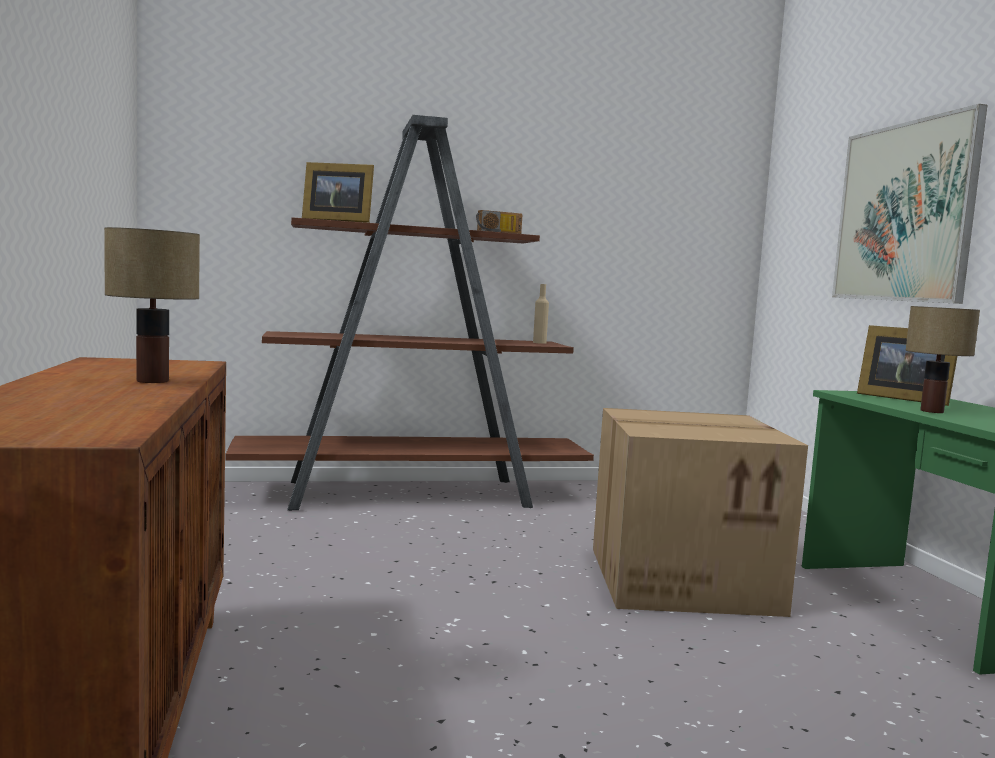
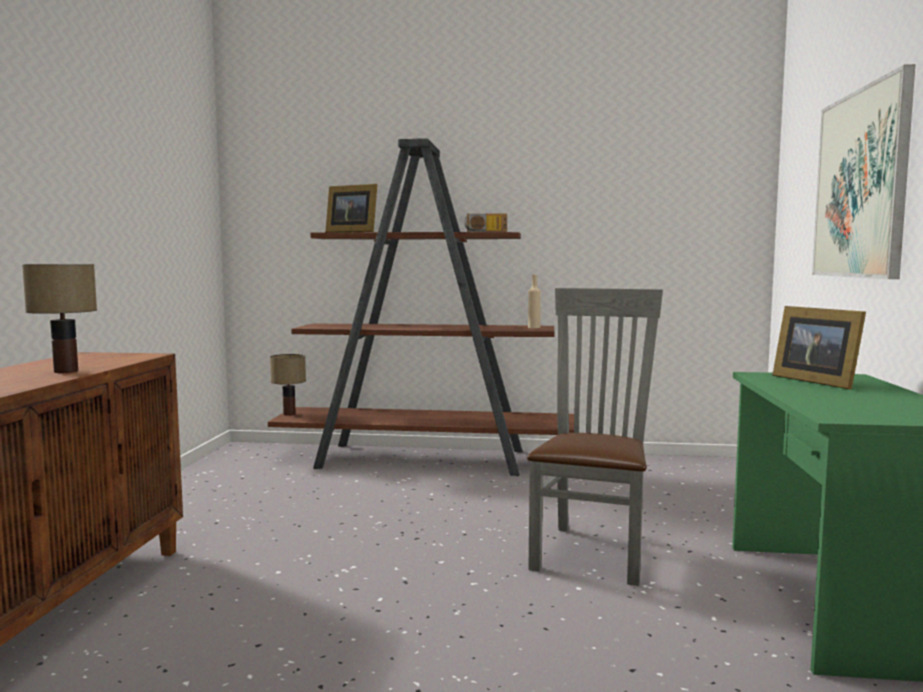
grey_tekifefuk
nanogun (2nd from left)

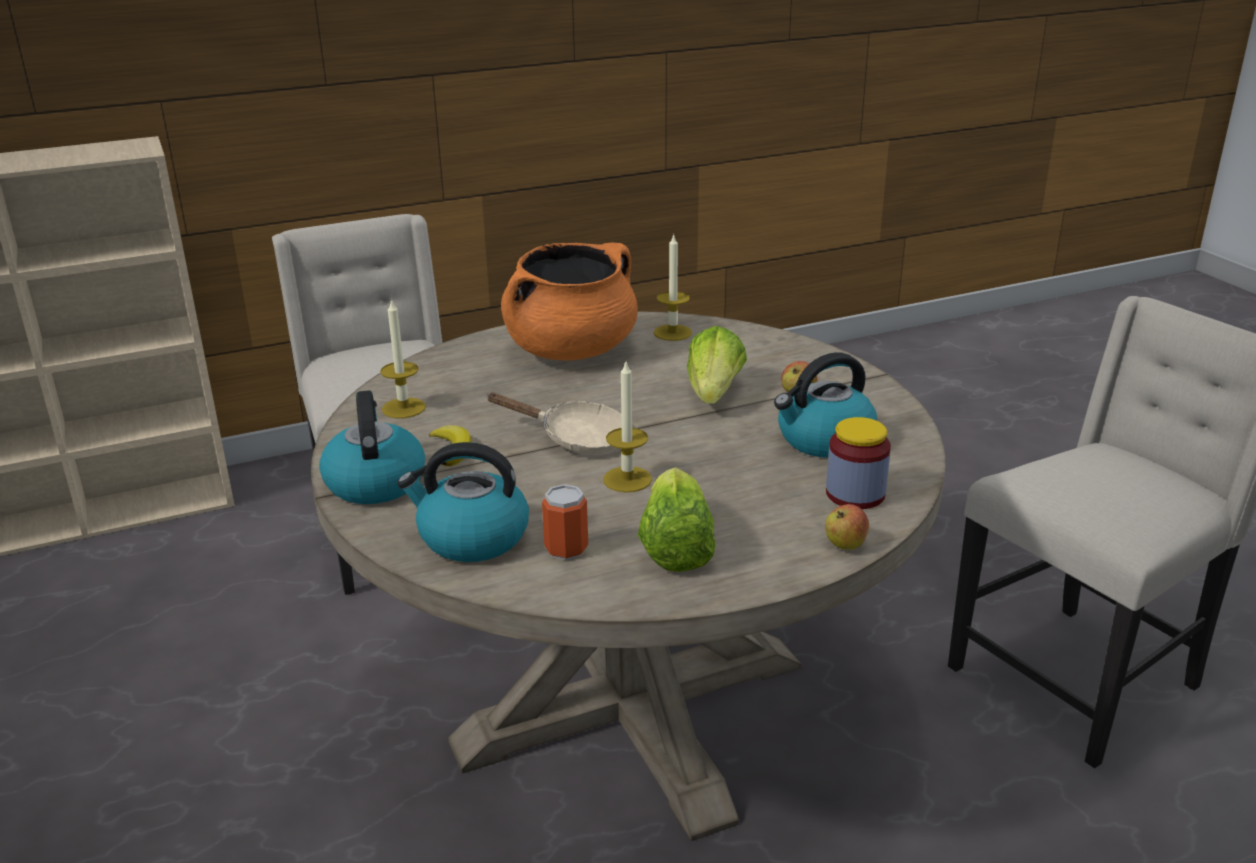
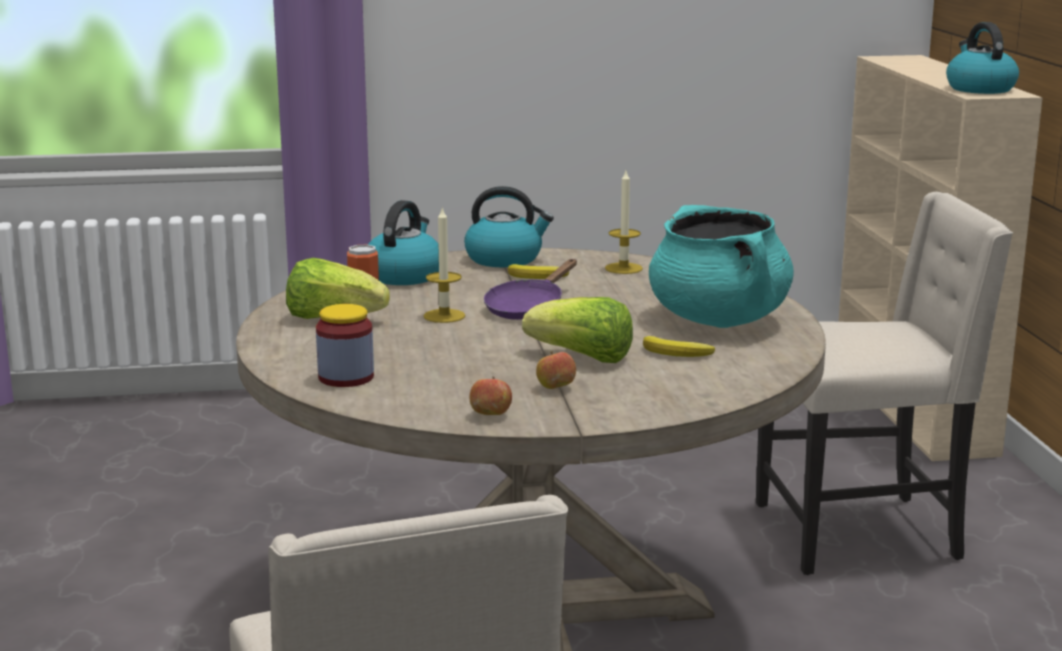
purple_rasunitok
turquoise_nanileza
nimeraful (3rd from left in the first image)
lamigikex (3rd from left)
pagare (1st from left)
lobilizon (2nd from left)

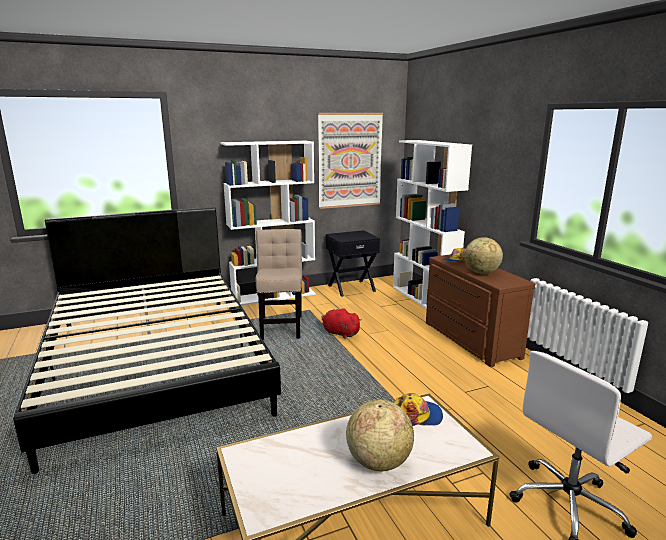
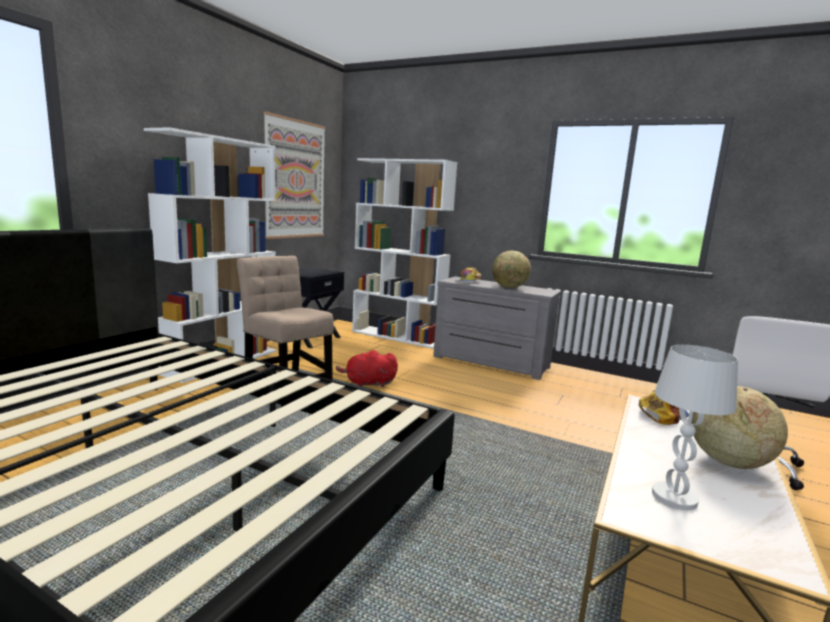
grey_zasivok
white_nanogun

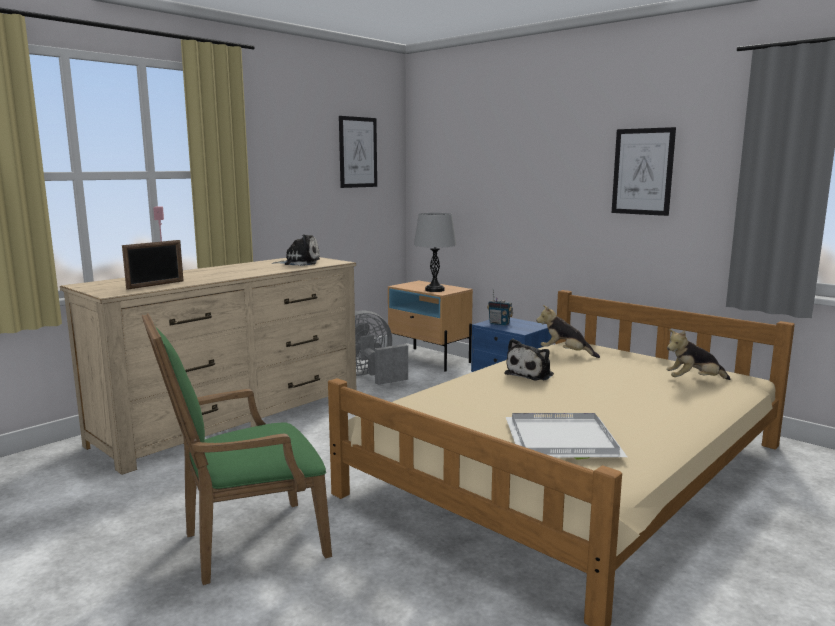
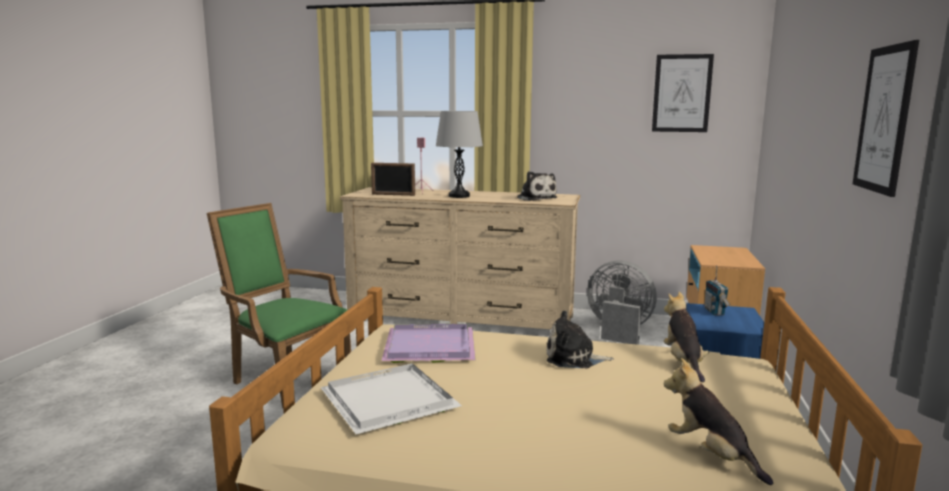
grey_nanogun
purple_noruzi

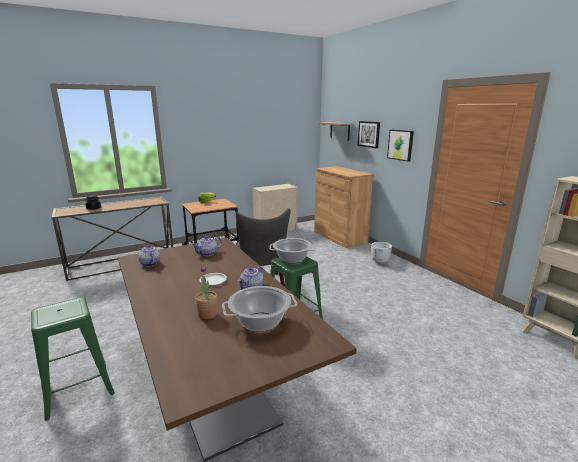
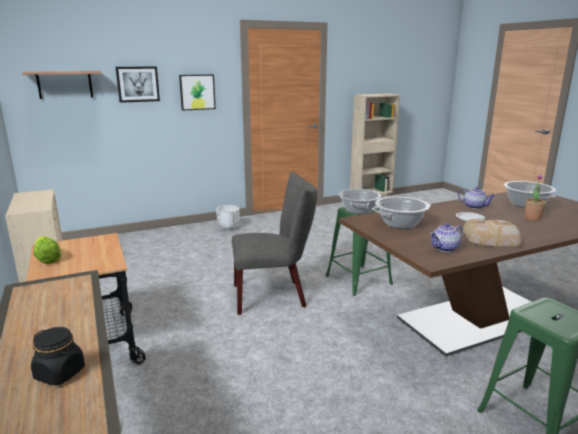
nanileza (2nd from left)
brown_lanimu
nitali

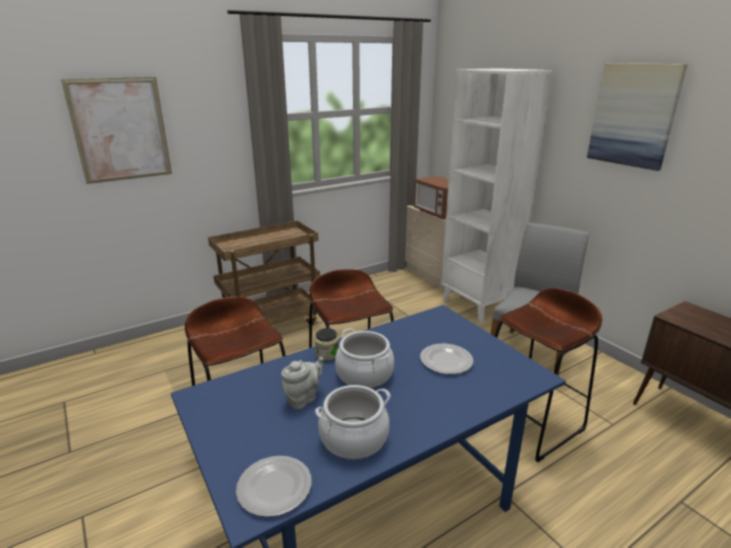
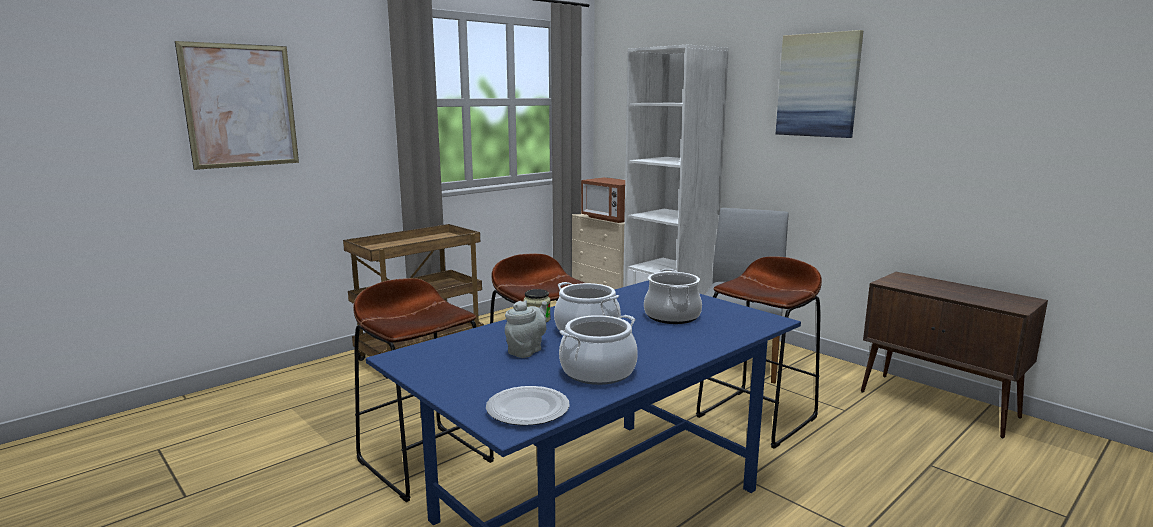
nanileza (3rd from left)

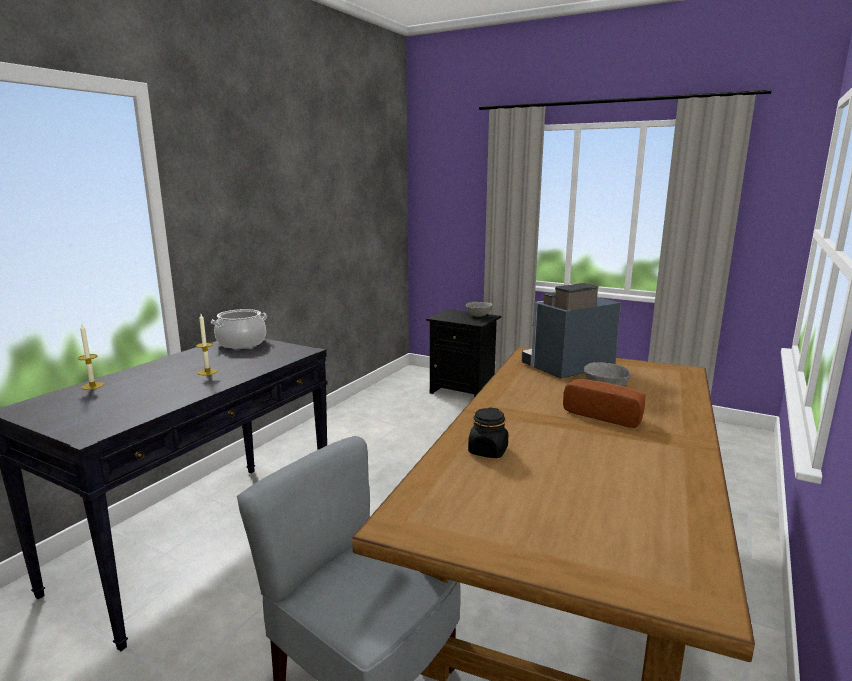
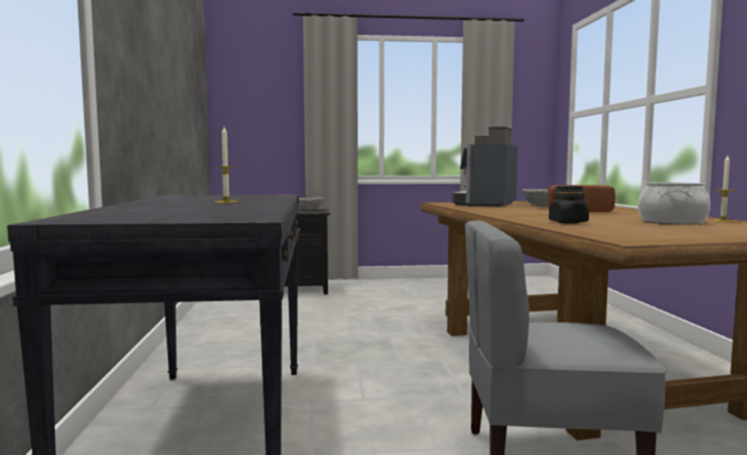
nimeraful (2nd from left)
nanileza

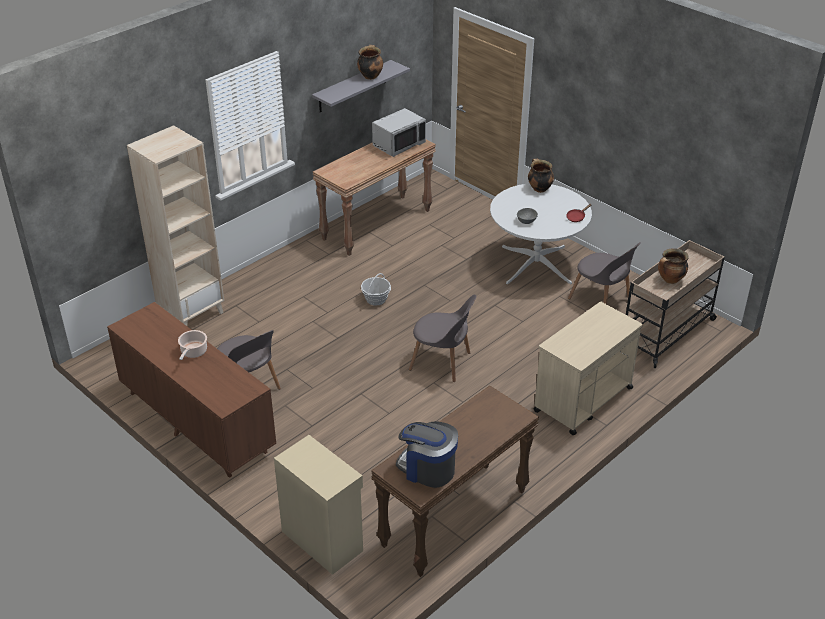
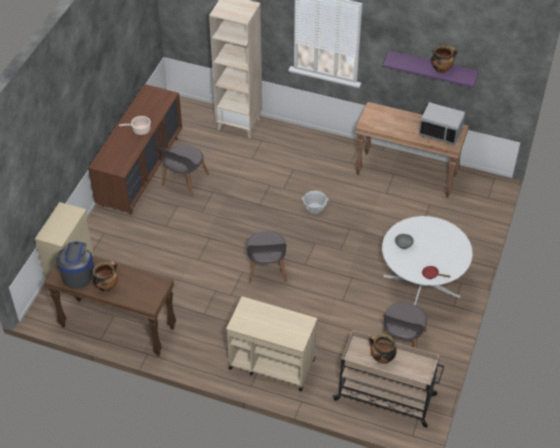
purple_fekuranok
nanileza (1st from left)

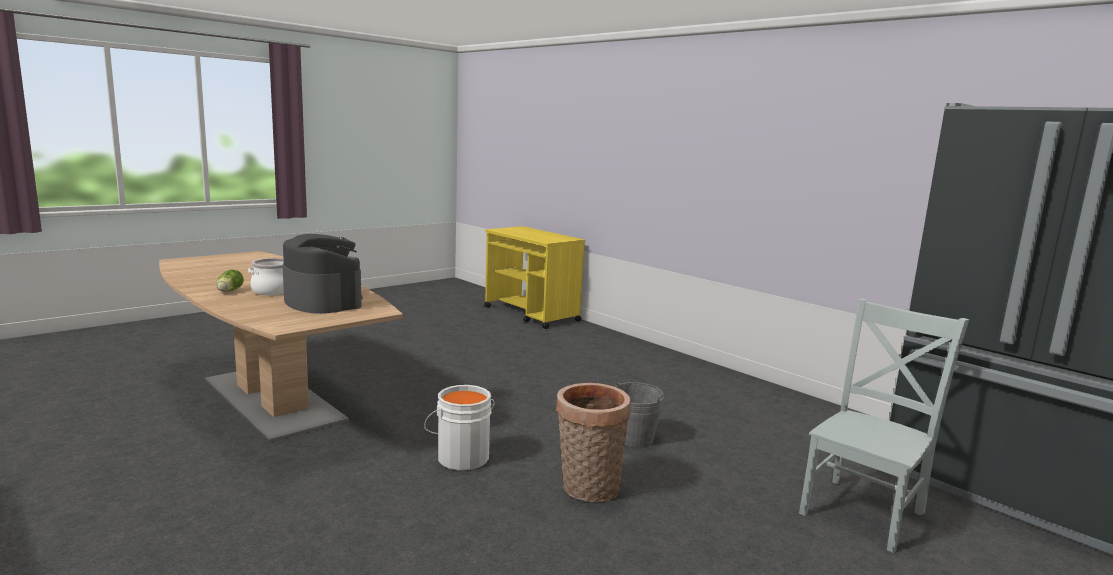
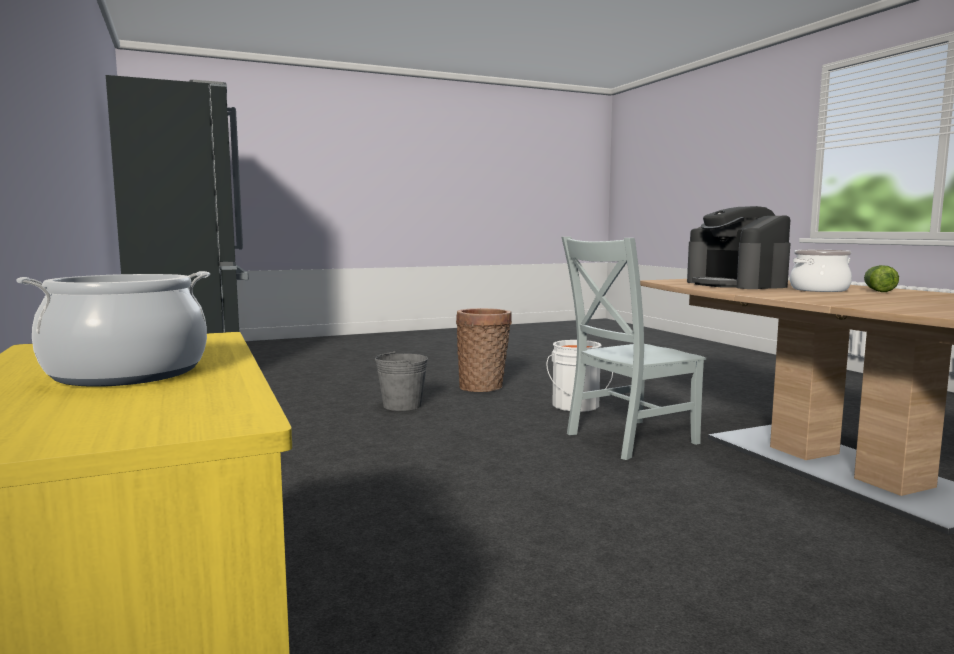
grey_tekifefuk
nanileza (1st from left)

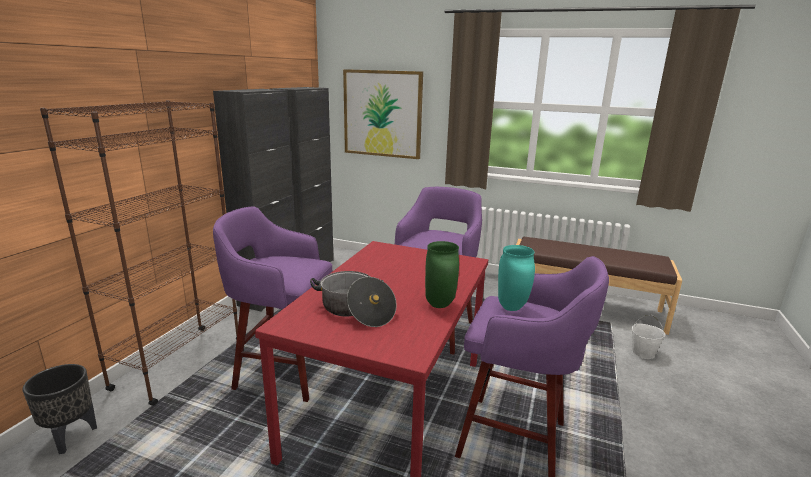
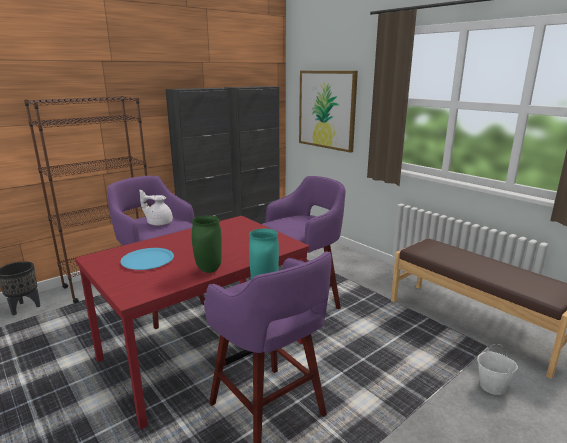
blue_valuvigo
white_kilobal

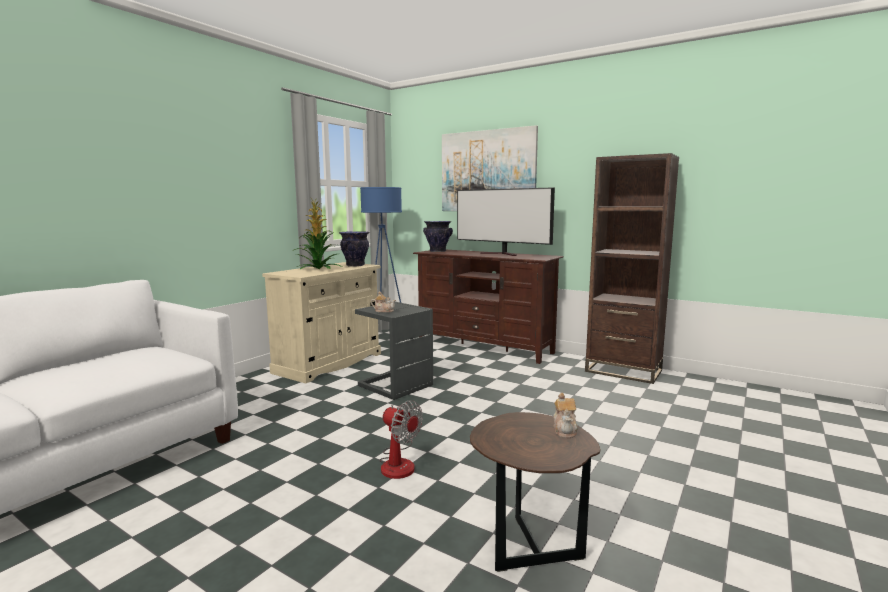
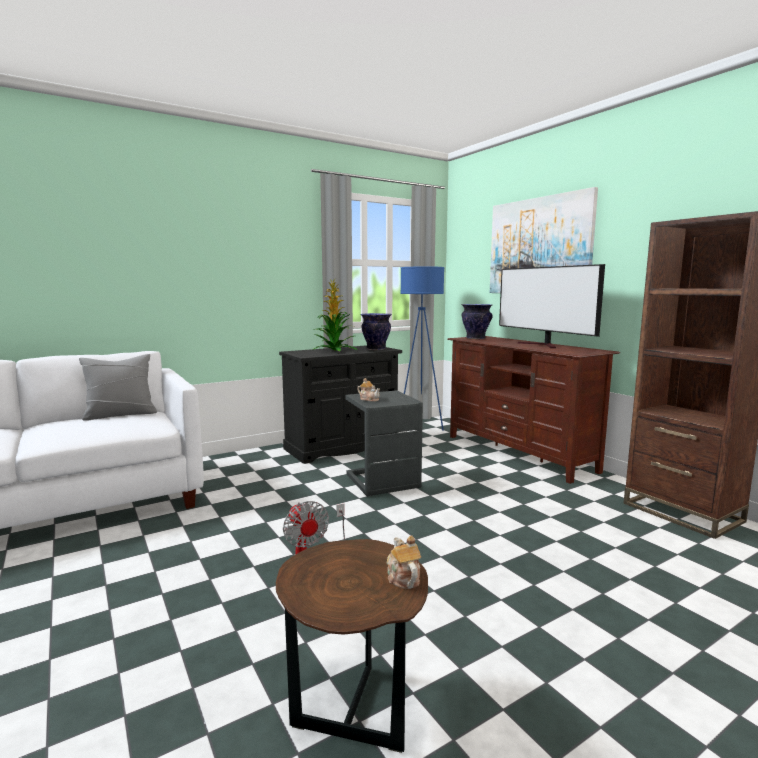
black_lanimu
kilobal (2nd from left)
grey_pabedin

